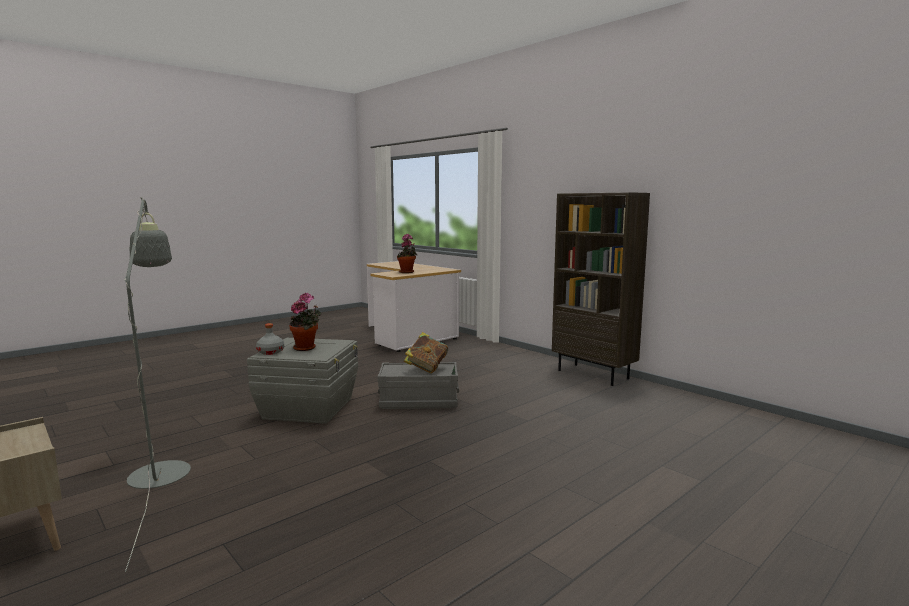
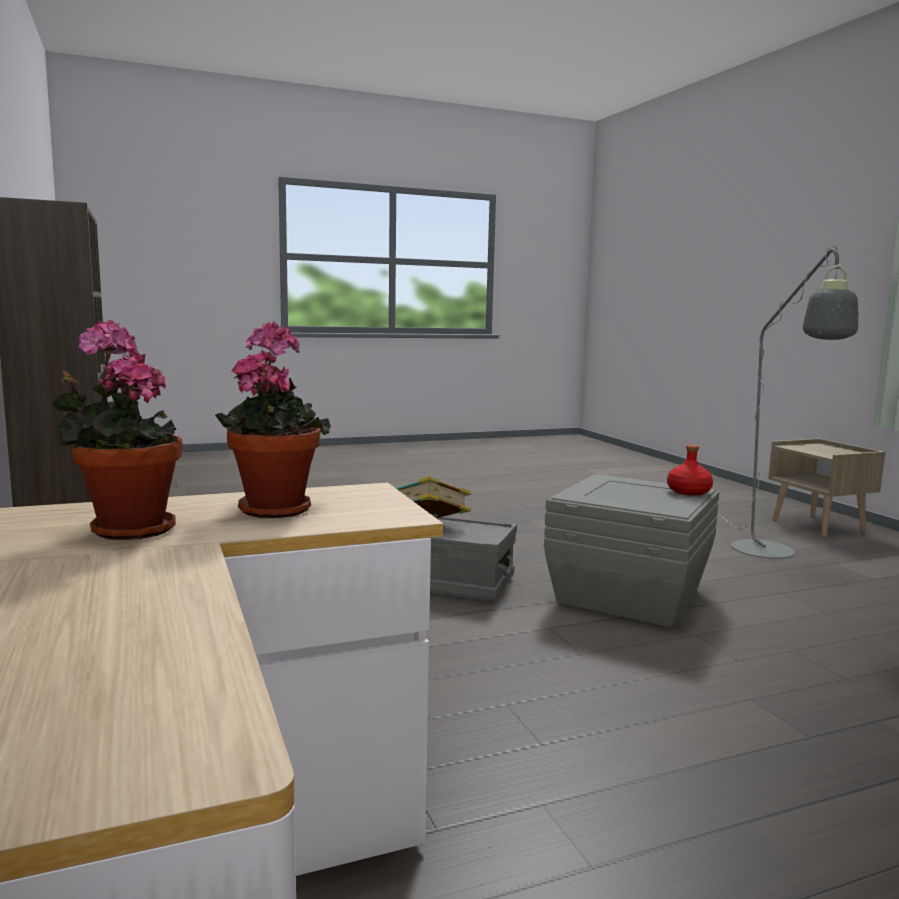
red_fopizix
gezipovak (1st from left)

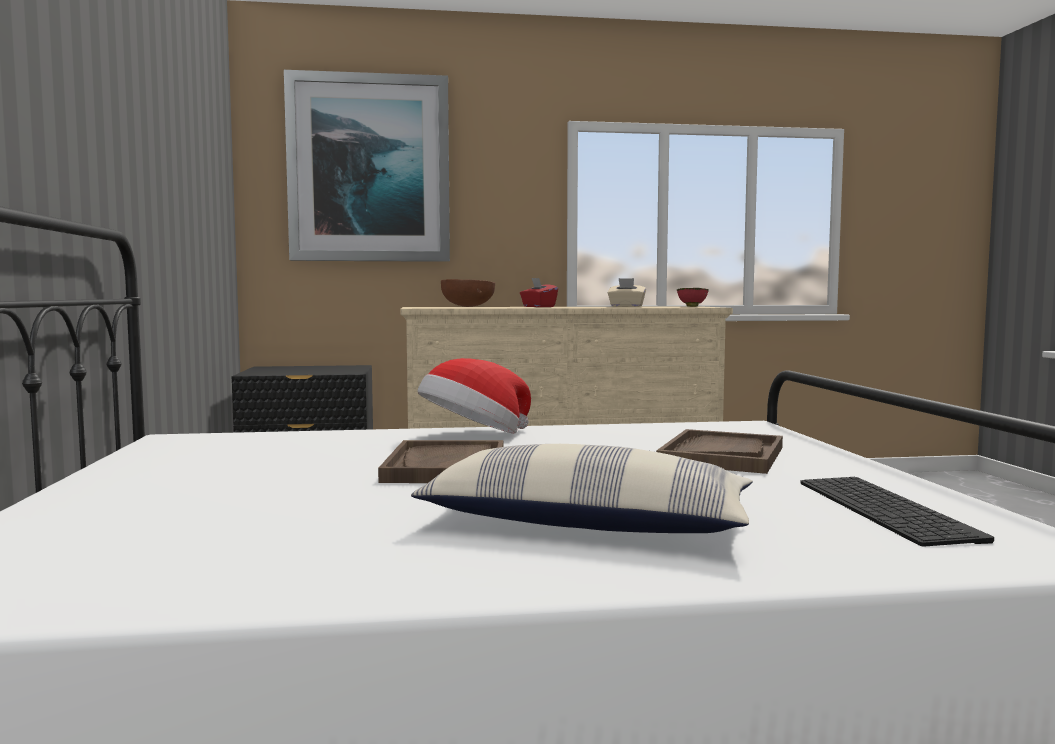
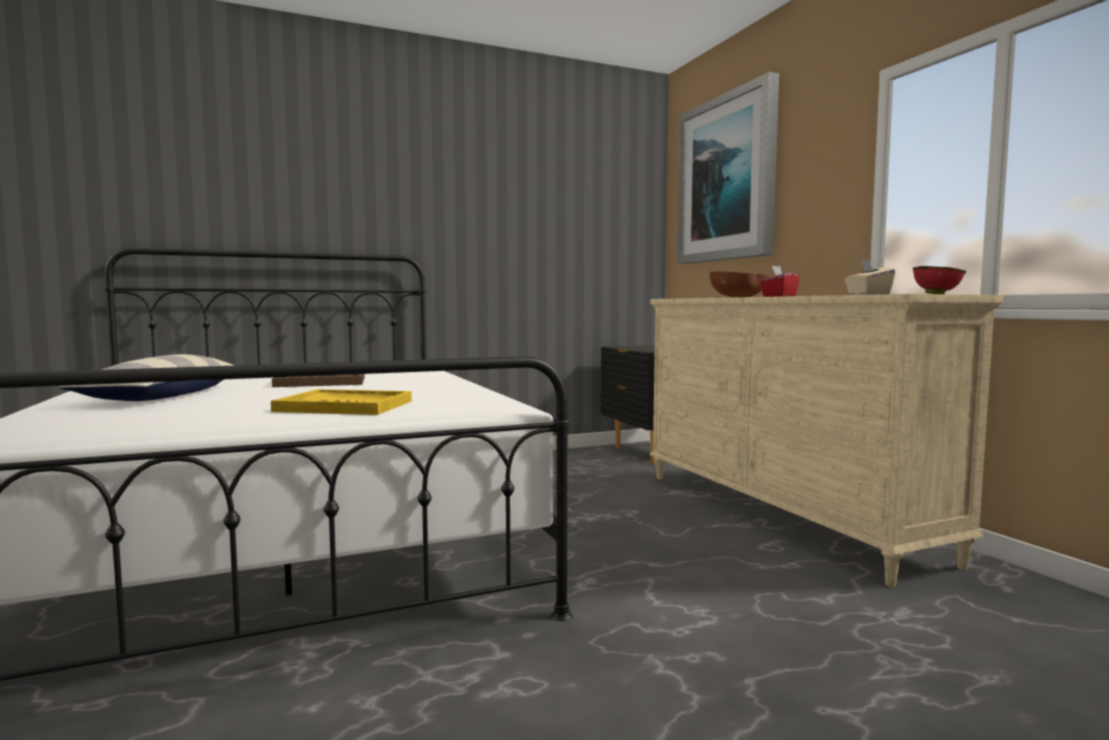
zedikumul
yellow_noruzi
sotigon

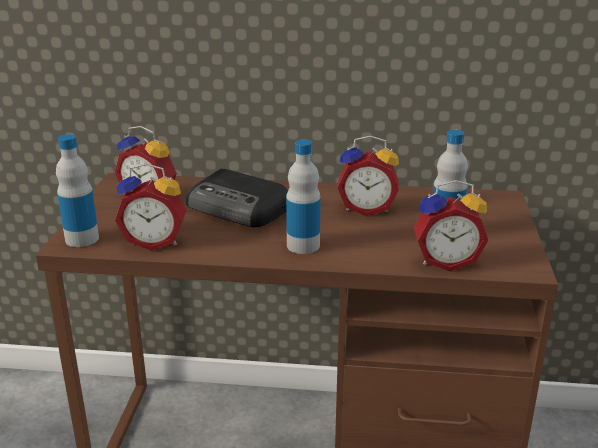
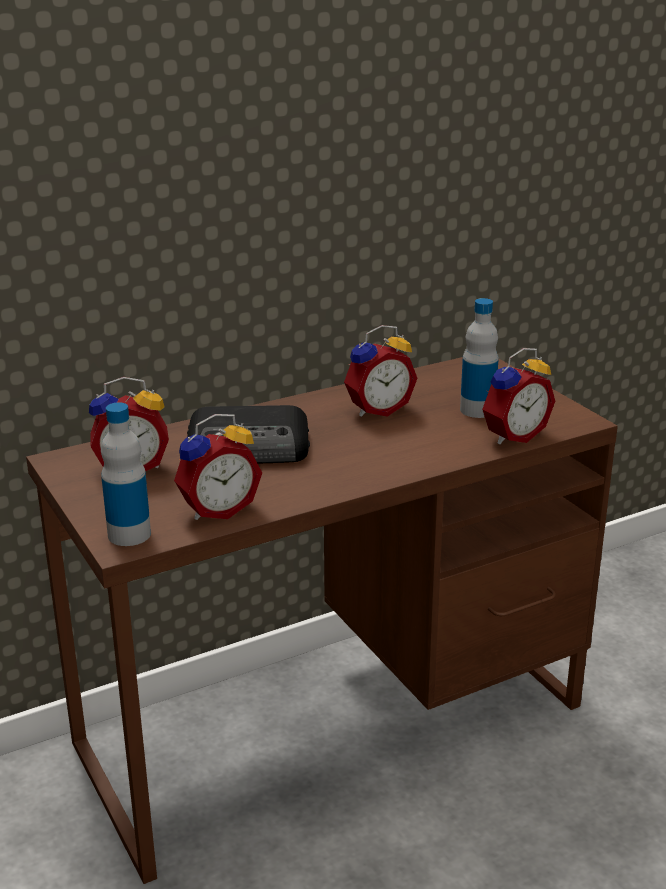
fopizix (2nd from left in the first image)

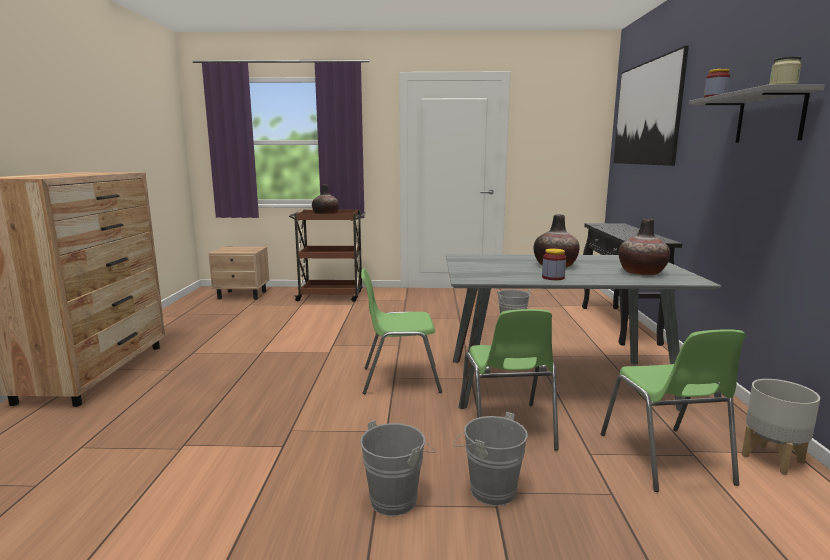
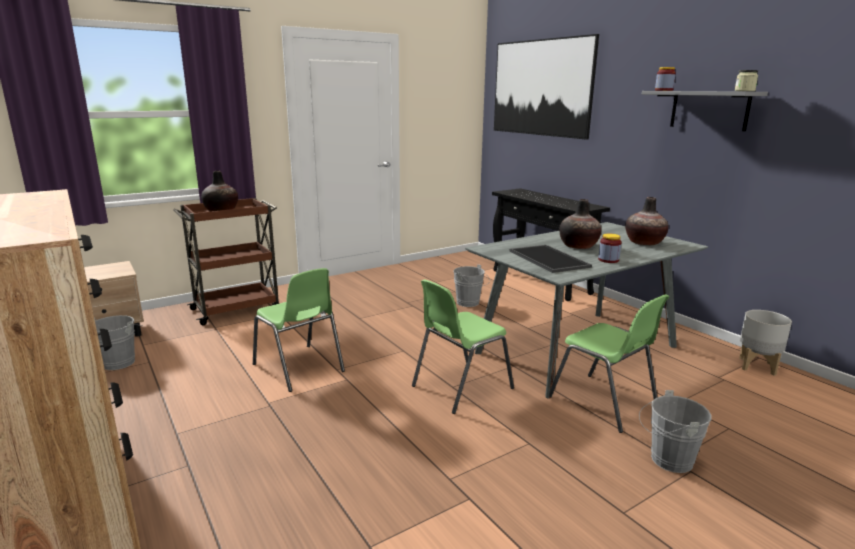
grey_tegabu (1st from left)
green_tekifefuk (1st from left)
noruzi

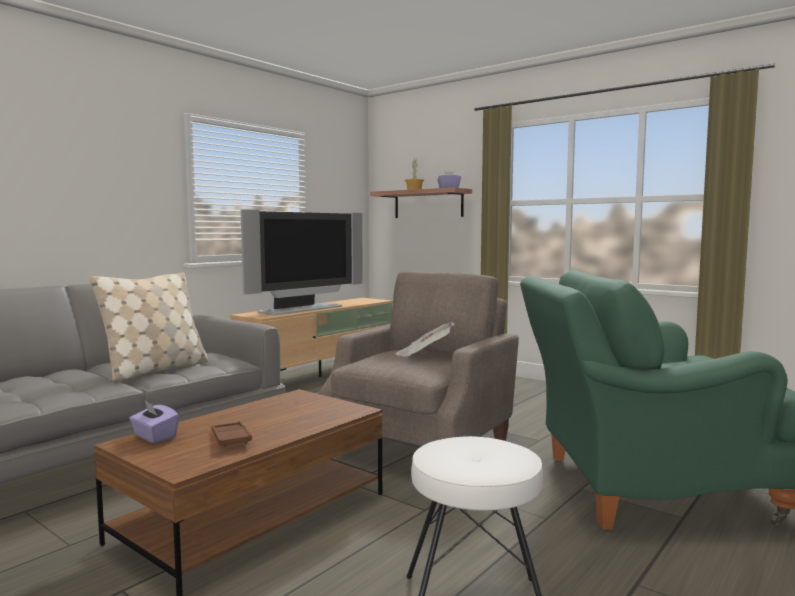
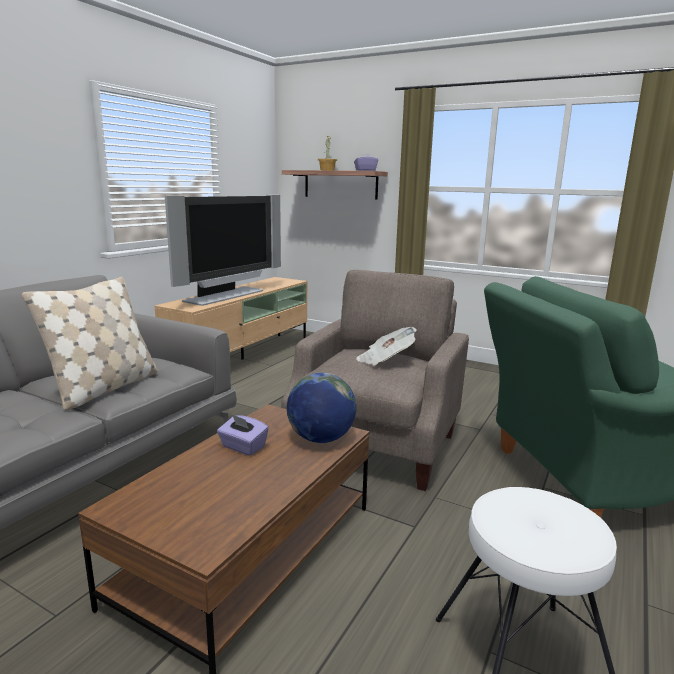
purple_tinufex (1st from left)
brown_noruzi
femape

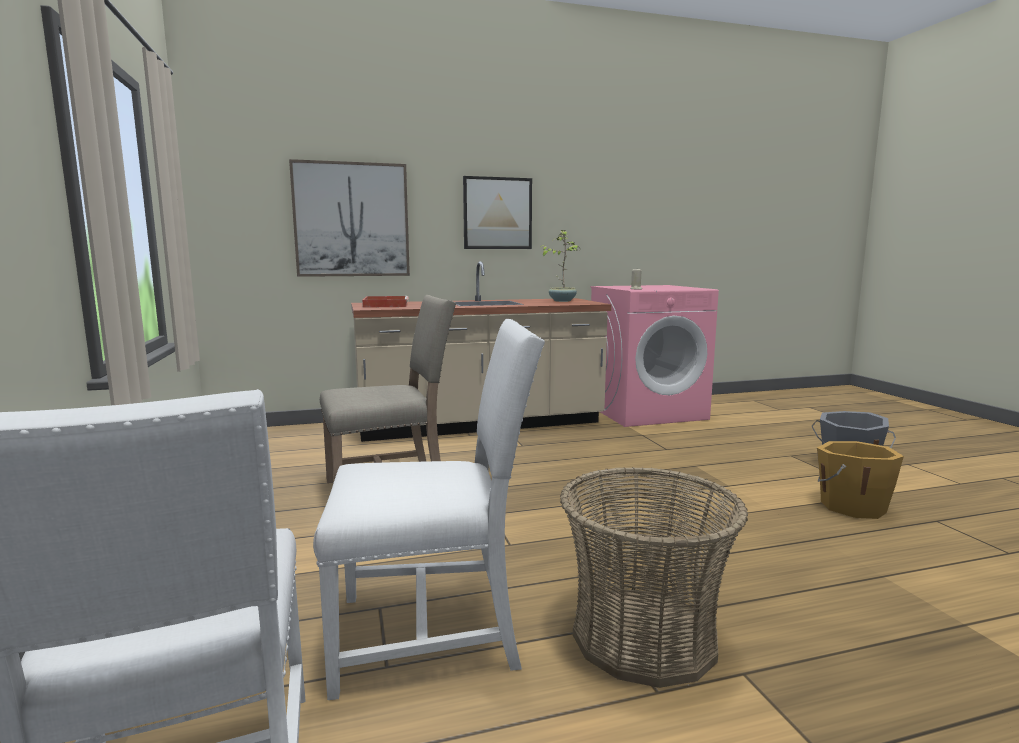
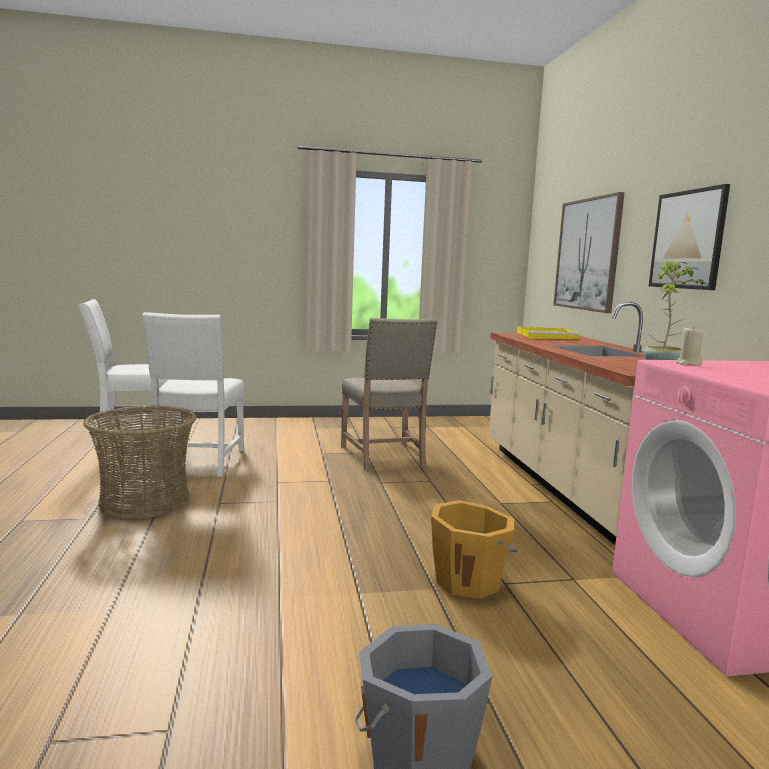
yellow_noruzi
orange_tegabu

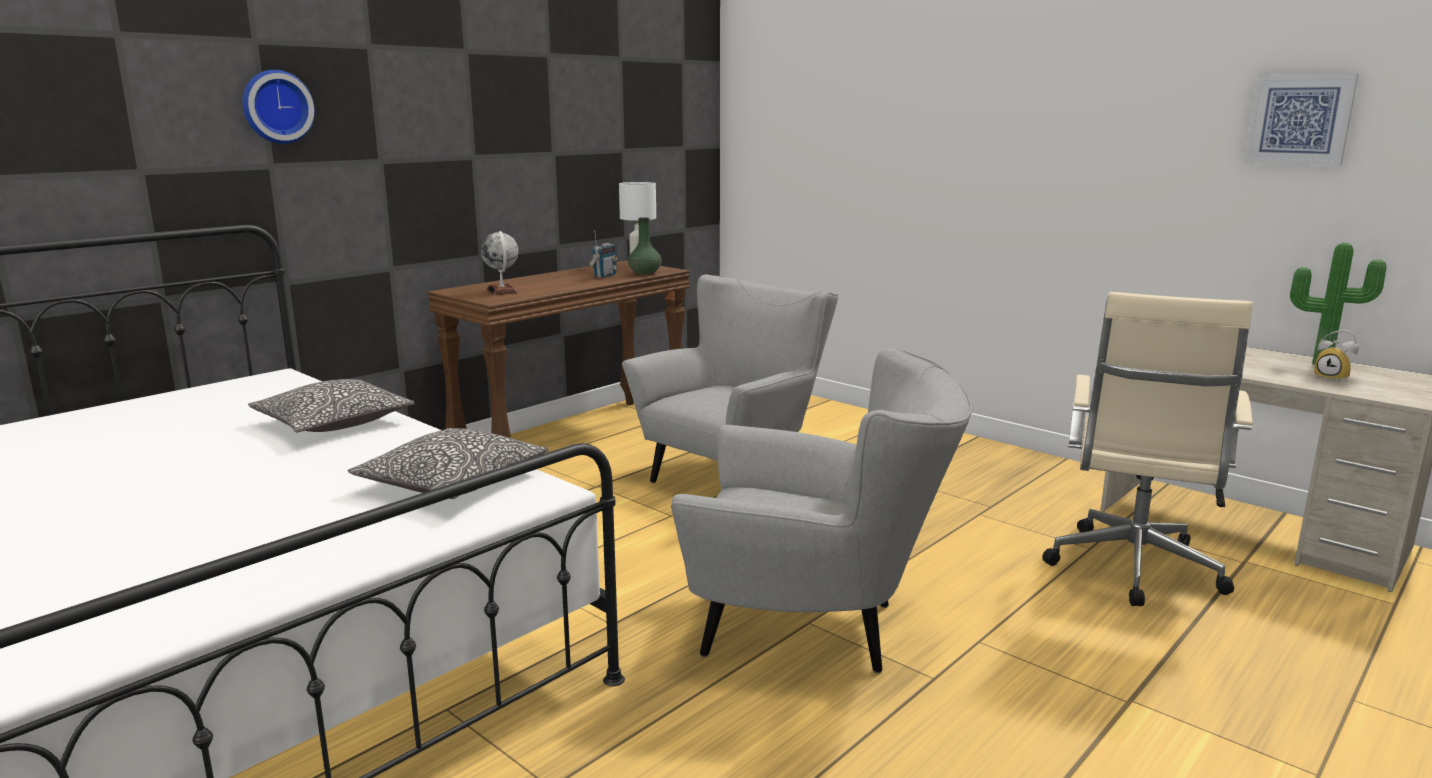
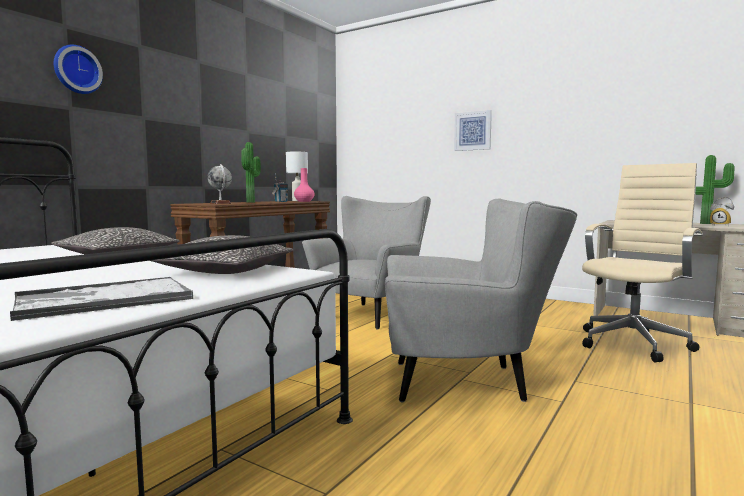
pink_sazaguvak
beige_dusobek
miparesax
noruzi
gezipovak (1st from left)

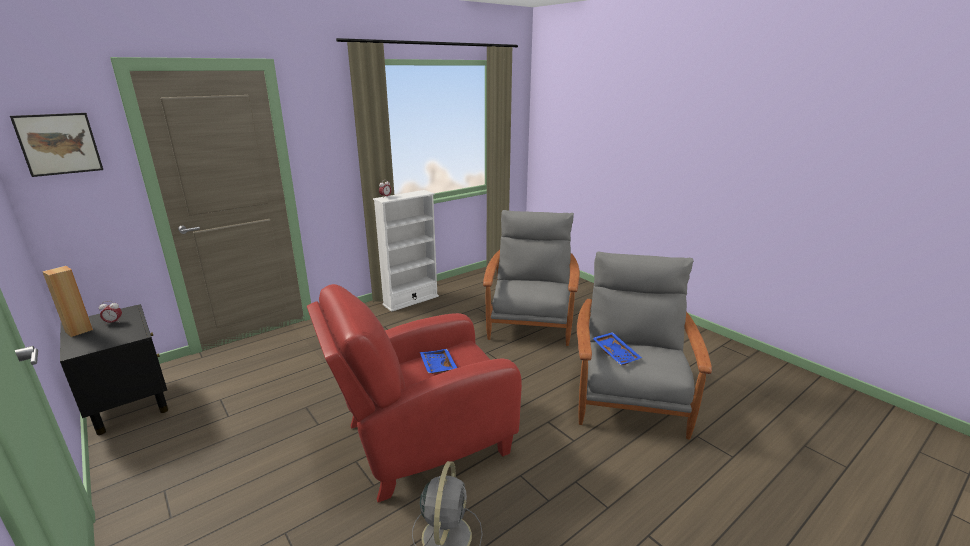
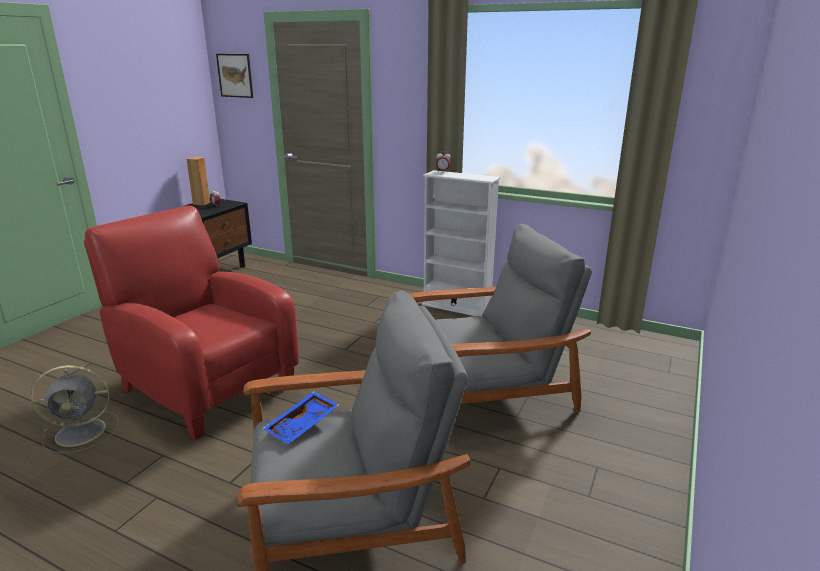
blue_noruzi (1st from left in the first image)

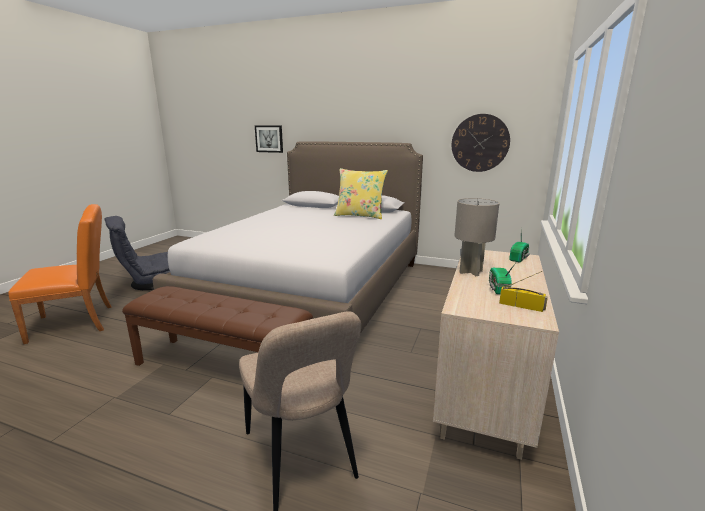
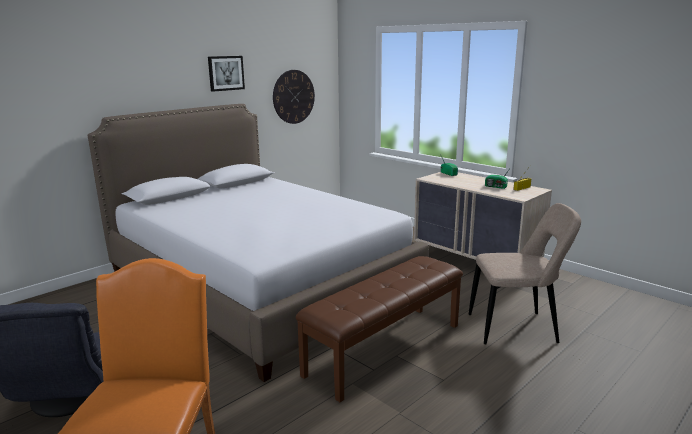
miparesax
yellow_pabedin
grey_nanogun

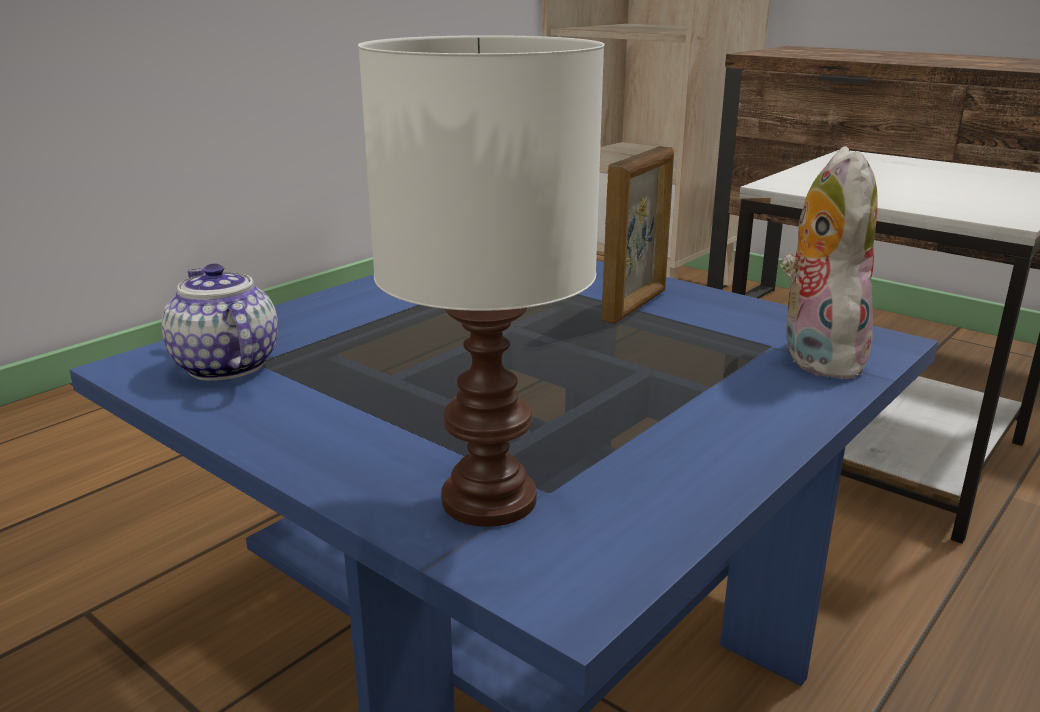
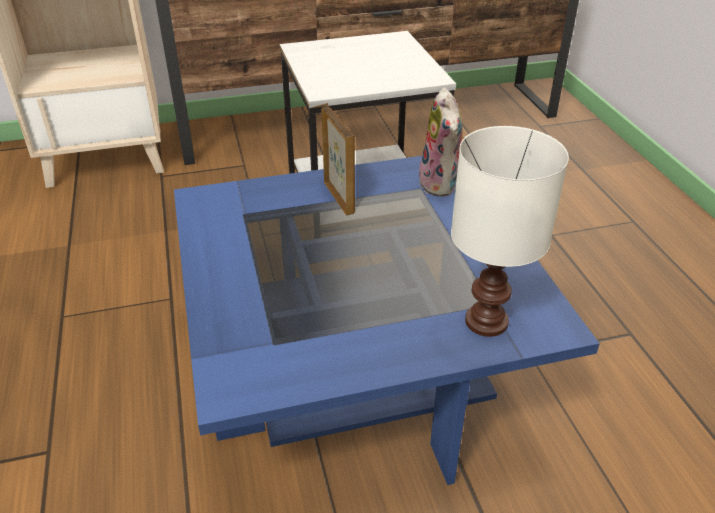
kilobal
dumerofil

